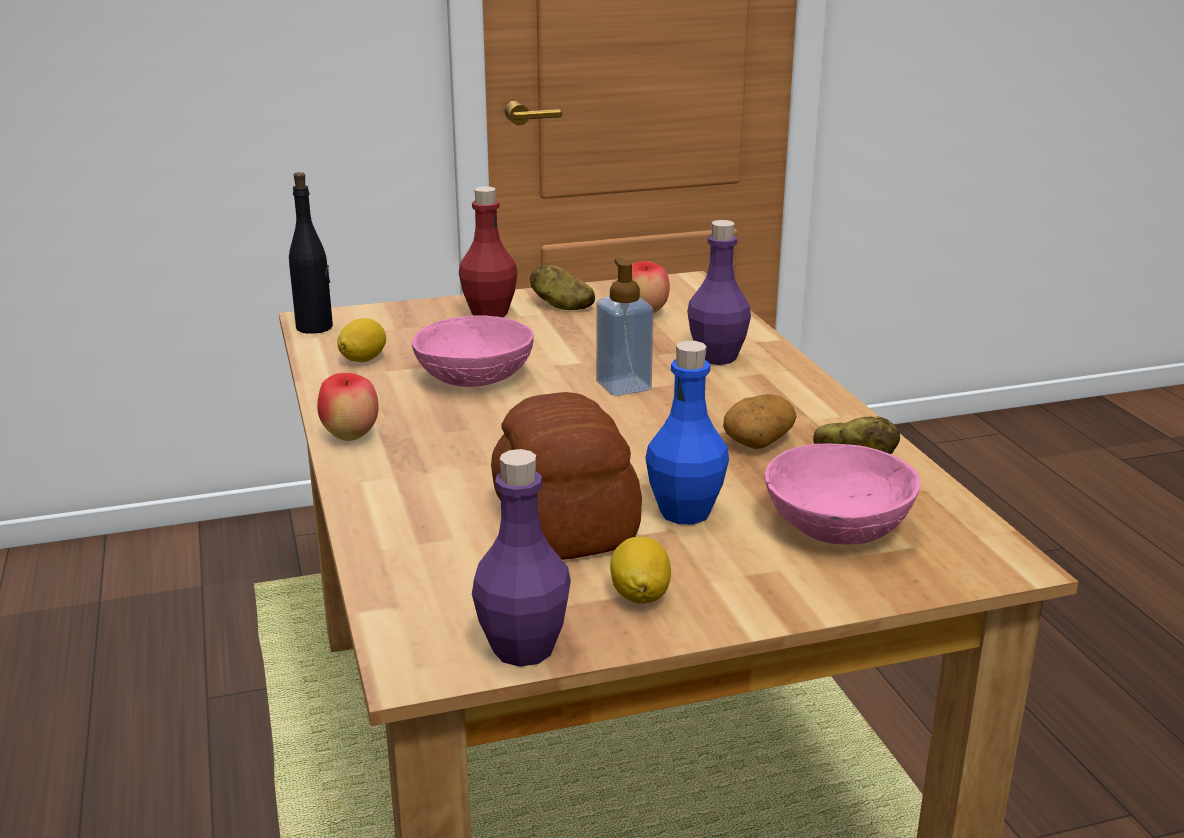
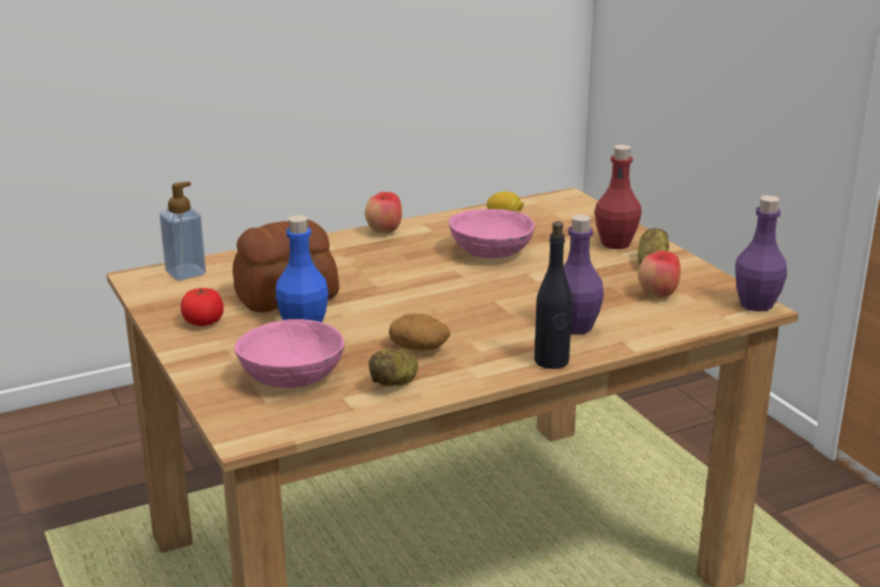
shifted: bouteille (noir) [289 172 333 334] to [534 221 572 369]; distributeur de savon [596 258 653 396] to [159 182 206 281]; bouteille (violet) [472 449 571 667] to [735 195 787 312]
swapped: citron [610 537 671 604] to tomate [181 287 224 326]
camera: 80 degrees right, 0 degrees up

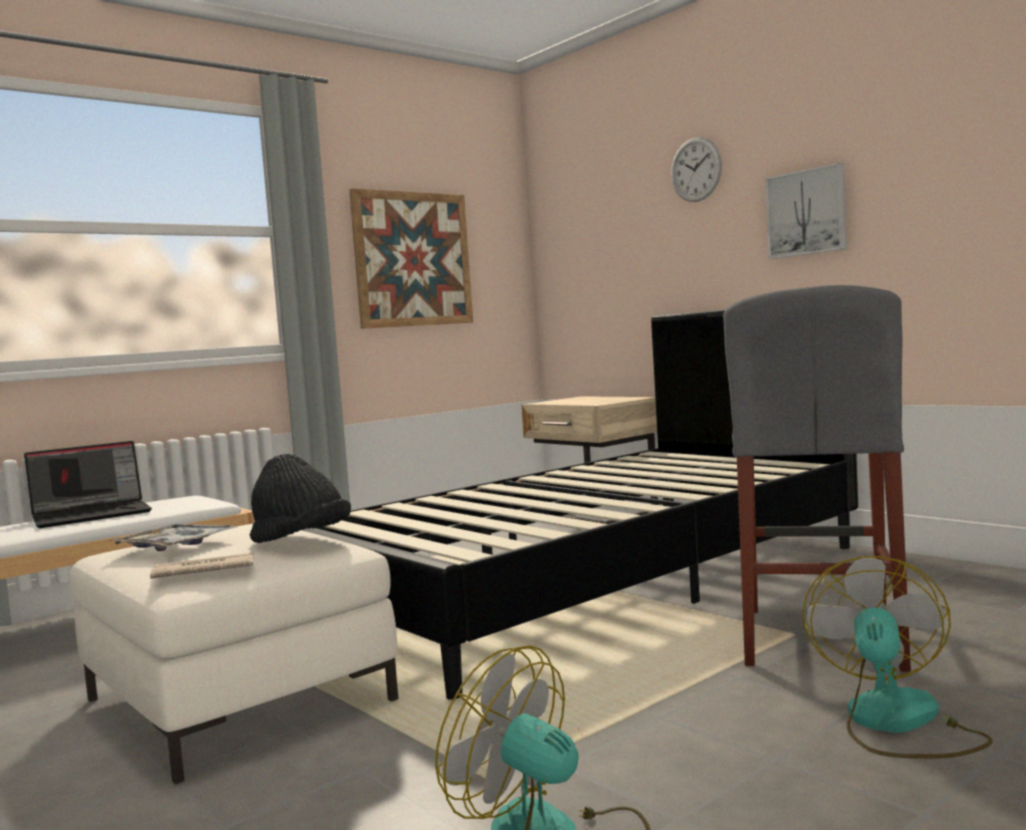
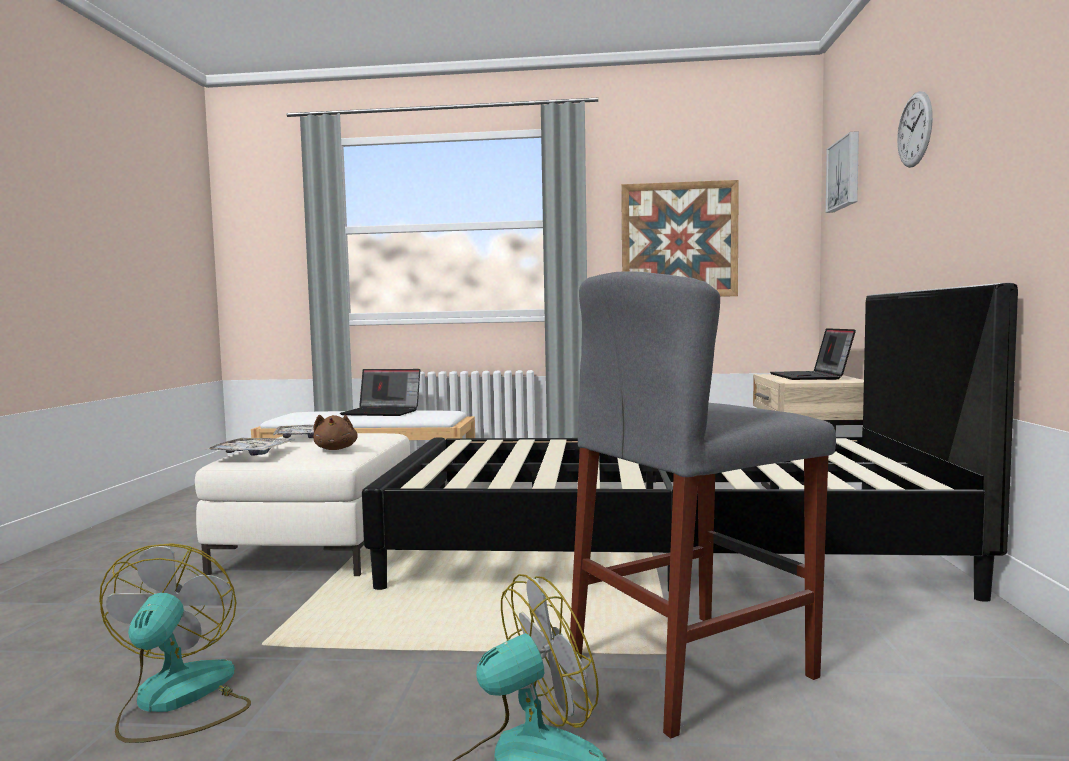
new: ordinateur portable [770 328 856 380]
shifted: tableau [765 163 847 259] to [826 131 859 213]
swapped: chapeau (noir) [250 454 351 543] to peluche (marron) [313 415 358 450]; journal [150 553 254 579] to plateau [205 438 295 455]
camera: 45 degrees right, 0 degrees up

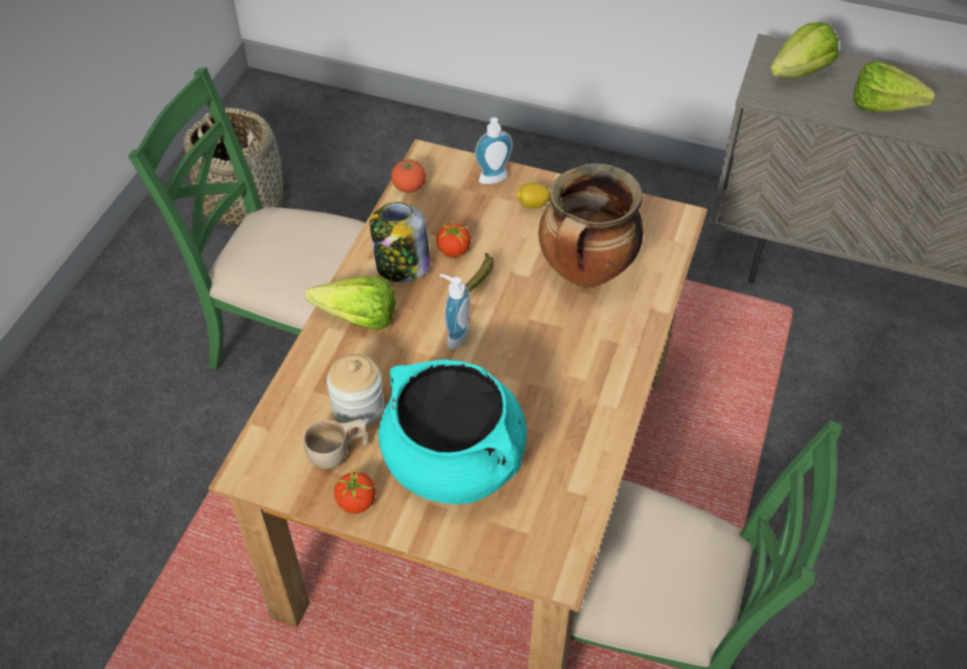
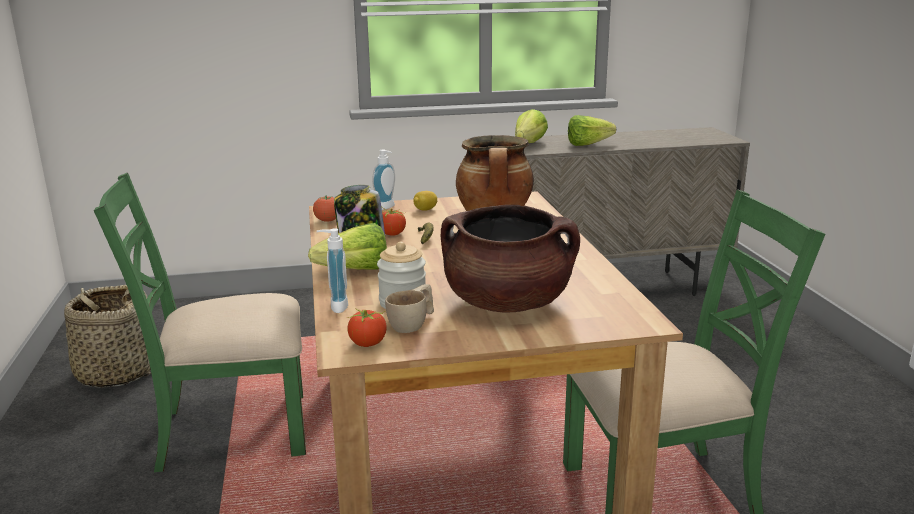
shifted: distributeur de savon [440 274 470 349] to [317 228 348 313]; tomate [334 467 376 514] to [347 308 387 347]
repainted: marmite (turquoise) [378 359 527 504] to marmite (marron) [440 205 580 313]
camera: 30 degrees left, 30 degrees down

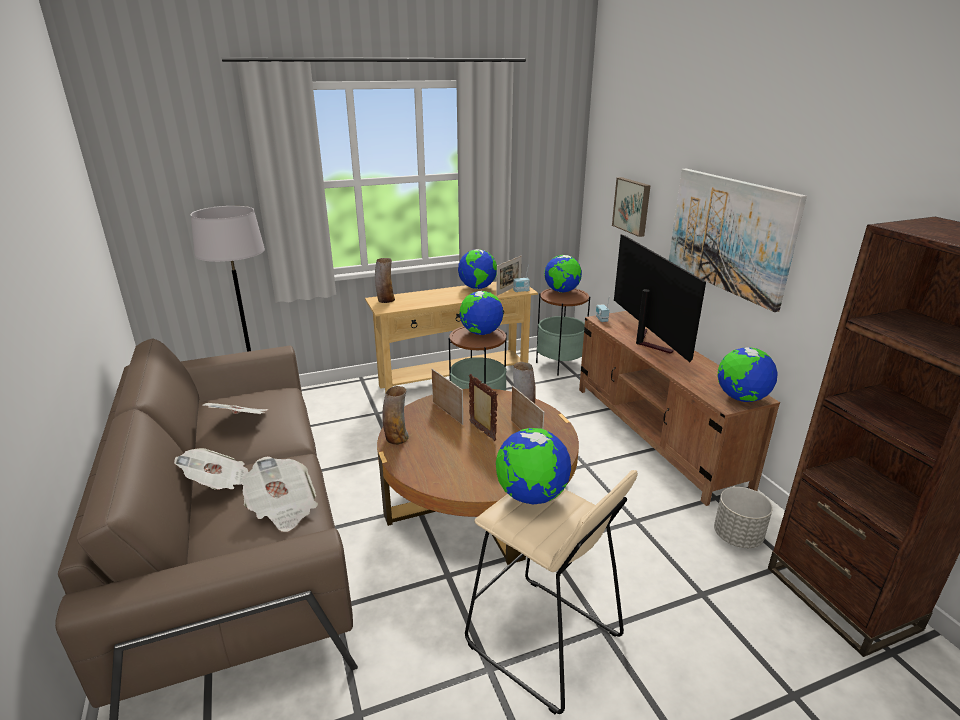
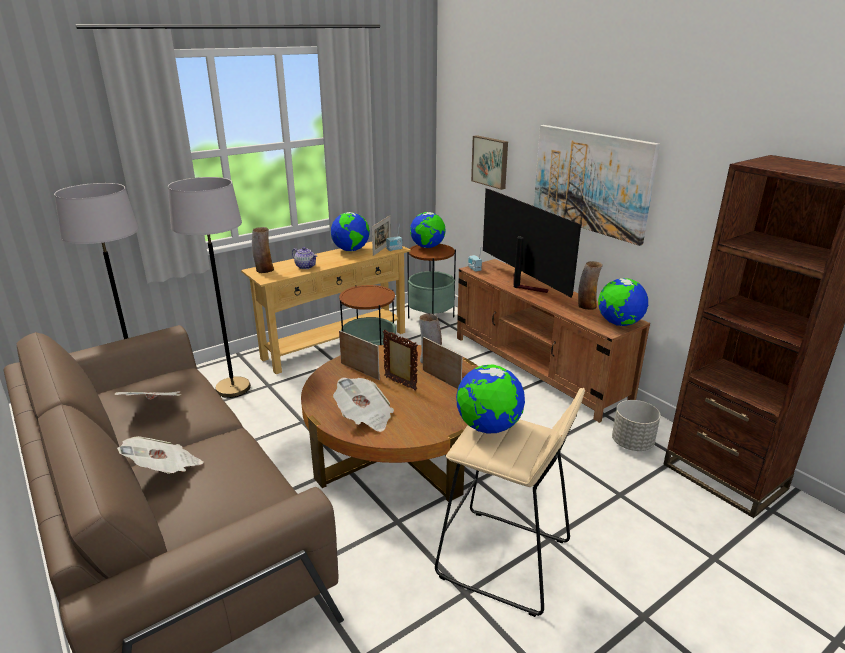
gone: globe [459 291 503 335]
new: lampadaire (gris) [168 177 251 398]; théière [292 247 317 269]
shifted: vase [382 386 409 445] to [578 261 603 310]; journal [242 456 318 532] to [333 378 394 432]
camera: 15 degrees left, 0 degrees up

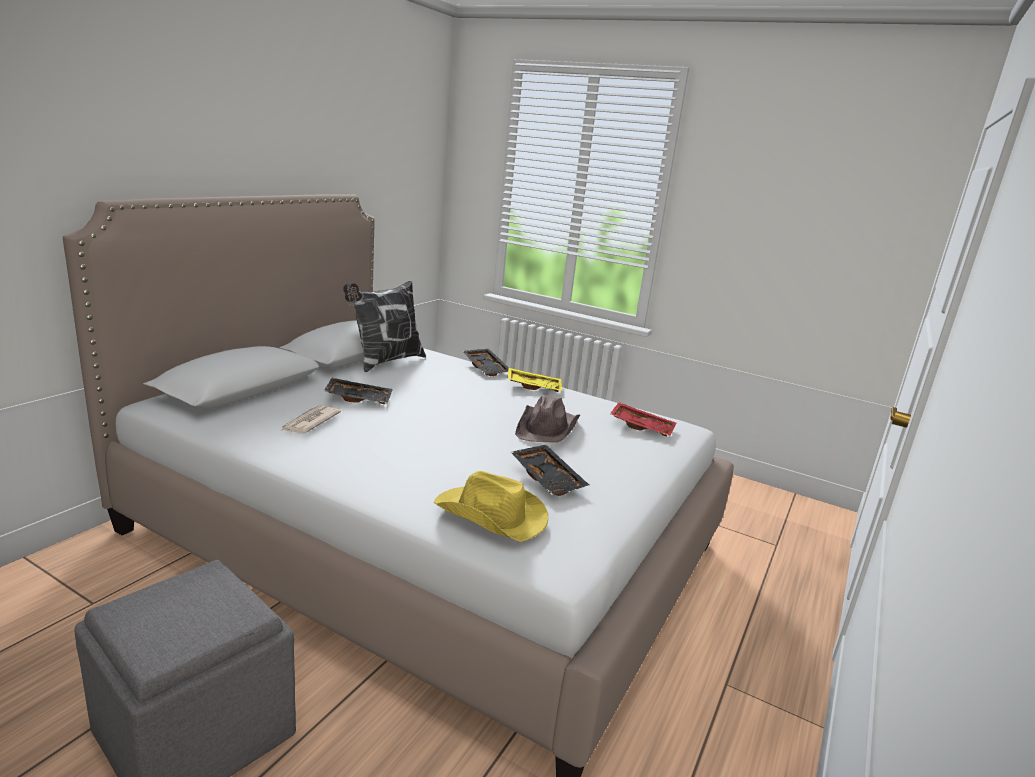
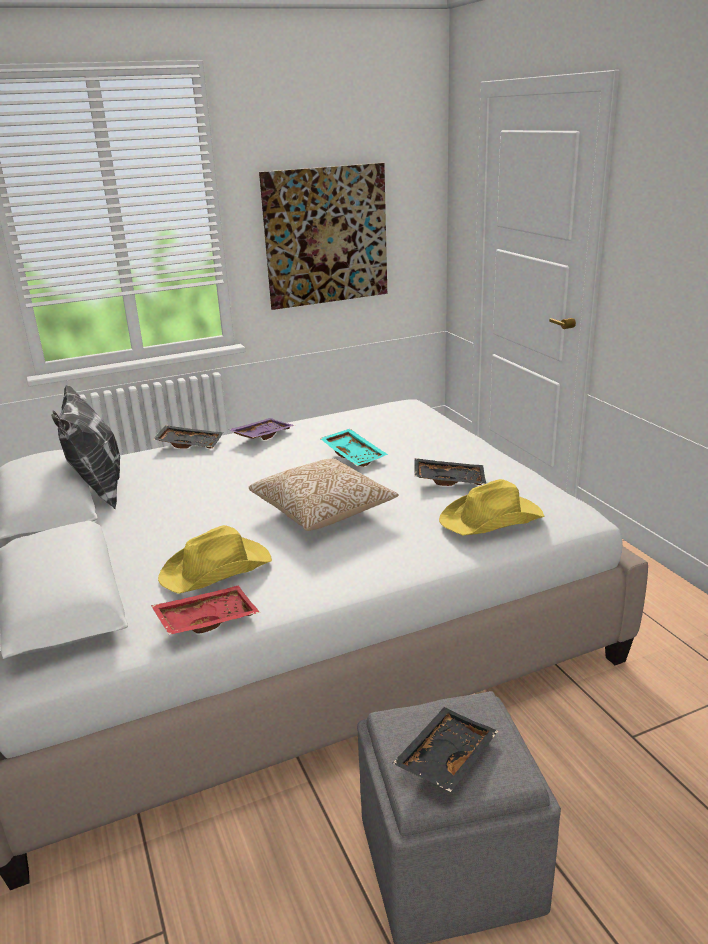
new: tableau [259 163 387 310]; coussin [249 458 399 531]
shifted: plateau (noir) [324 378 393 404] to [393 707 498 792]; plateau (rouge) [610 402 676 436] to [151 585 260 635]
swapped: chapeau (marron) [515 395 581 443] to plateau (turquoise) [320 429 388 467]; journal [280 406 341 434] to chapeau (jaune) [158 525 272 594]
repainted: plateau (jaune) [507 368 562 392] to plateau (violet) [228 418 295 440]
camera: 50 degrees left, 5 degrees up

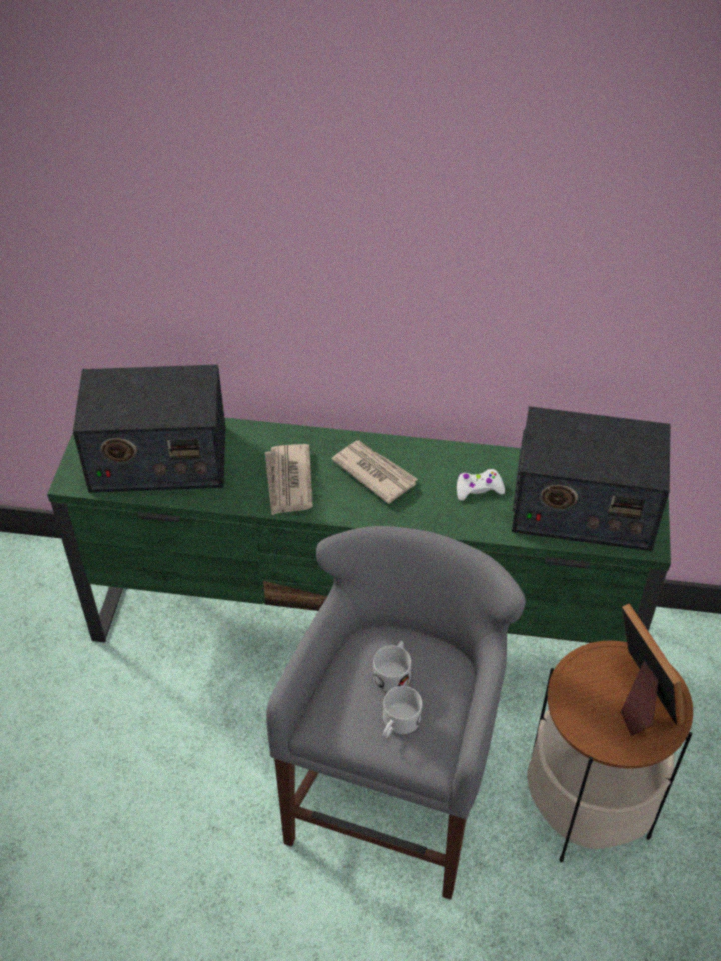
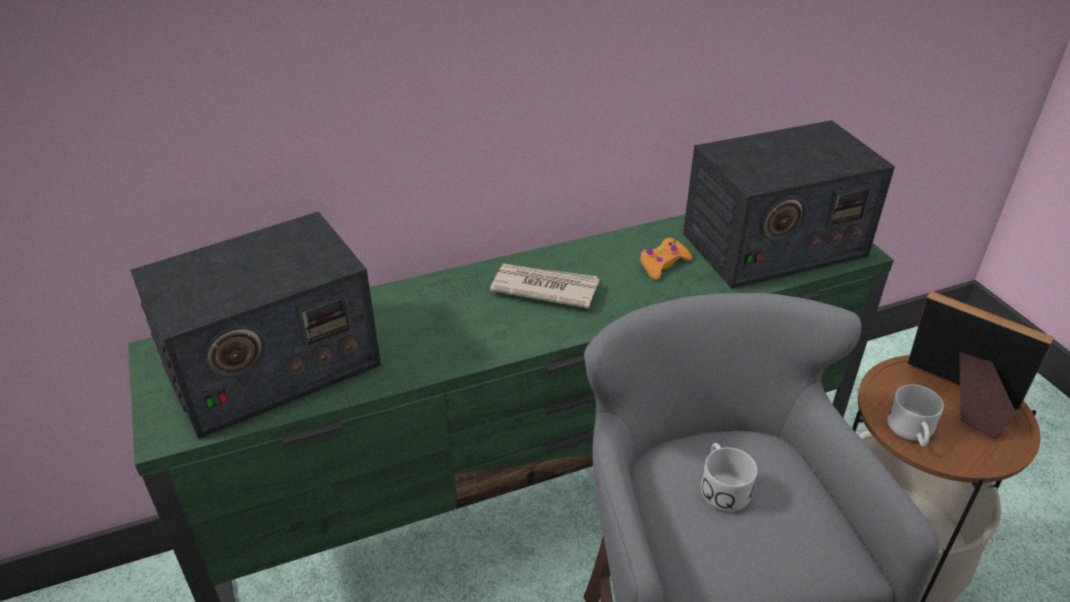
gone: journal [265 444 313 515]
shifted: mug (blanc) [383 686 422 738] to [887 384 944 447]
repainted: manette (blanc) [457 469 505 501] to manette (orange) [639 238 692 280]
camera: 30 degrees left, 10 degrees down

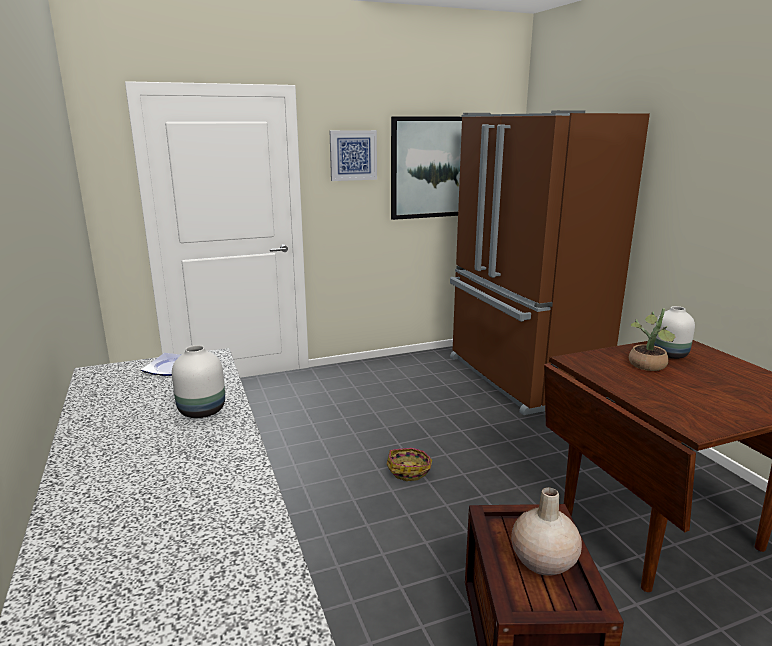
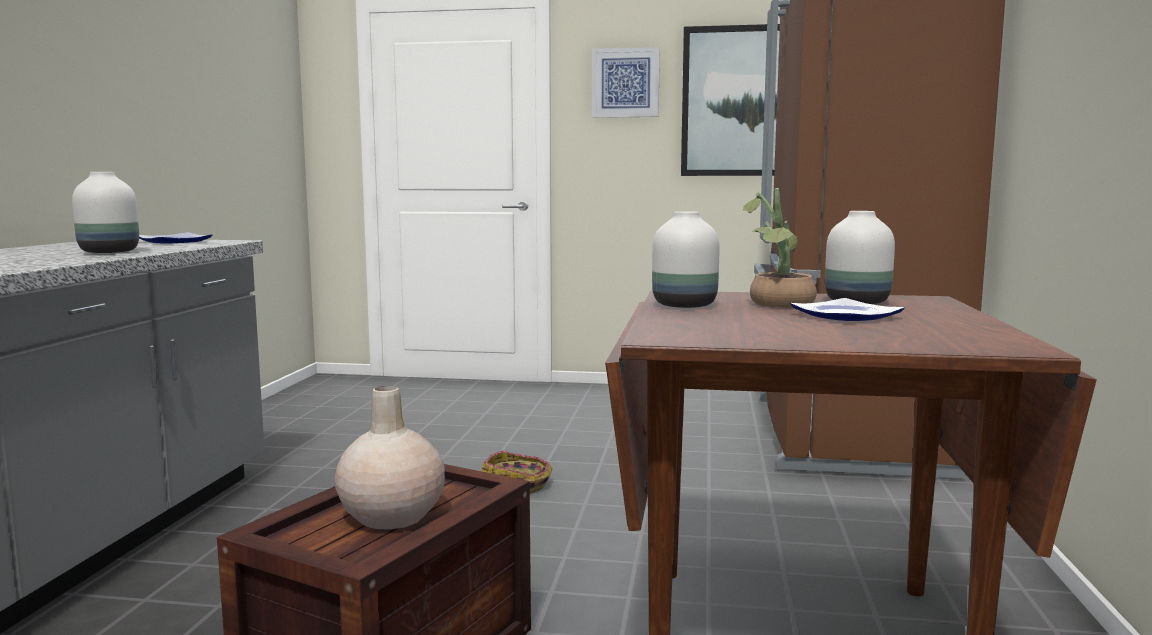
new: vase (blanc) [652 211 719 308]; assiette [790 298 904 321]
camera: 30 degrees right, 10 degrees down

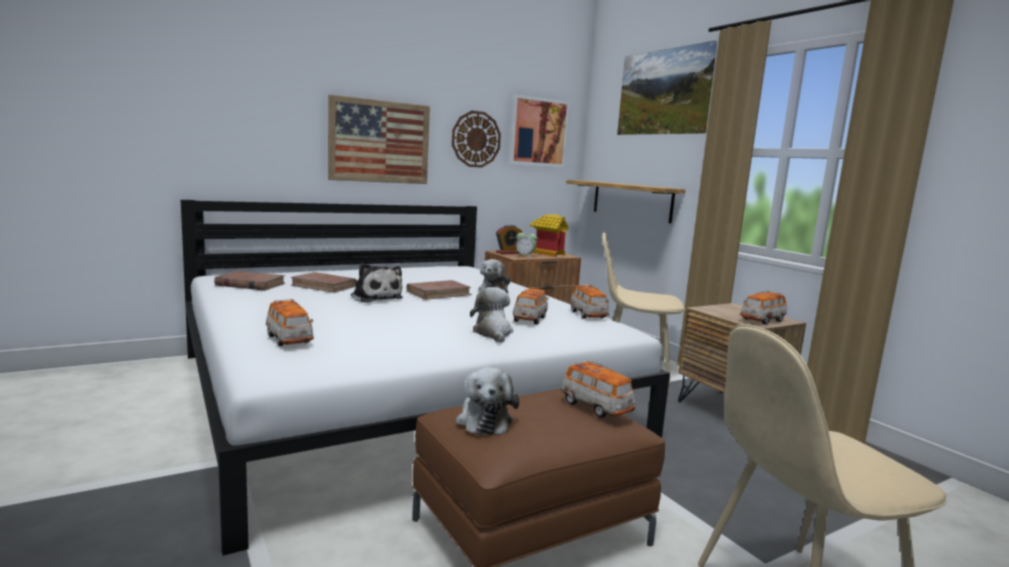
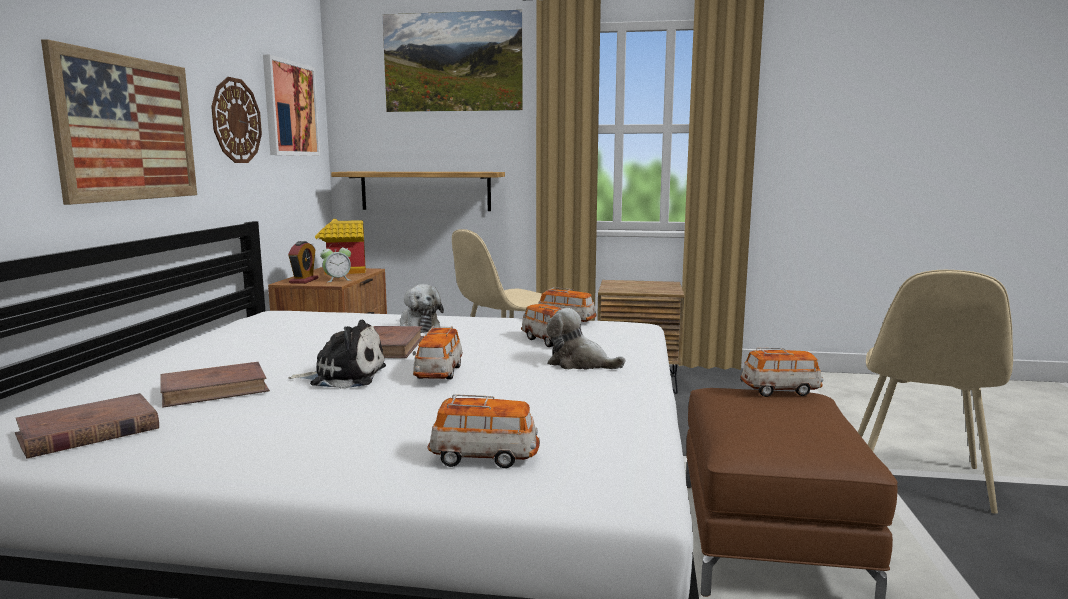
gone: peluche [456 367 519 435]
shifted: petite voiture [740 291 787 324] to [413 326 463 380]
camera: 50 degrees left, 0 degrees up

